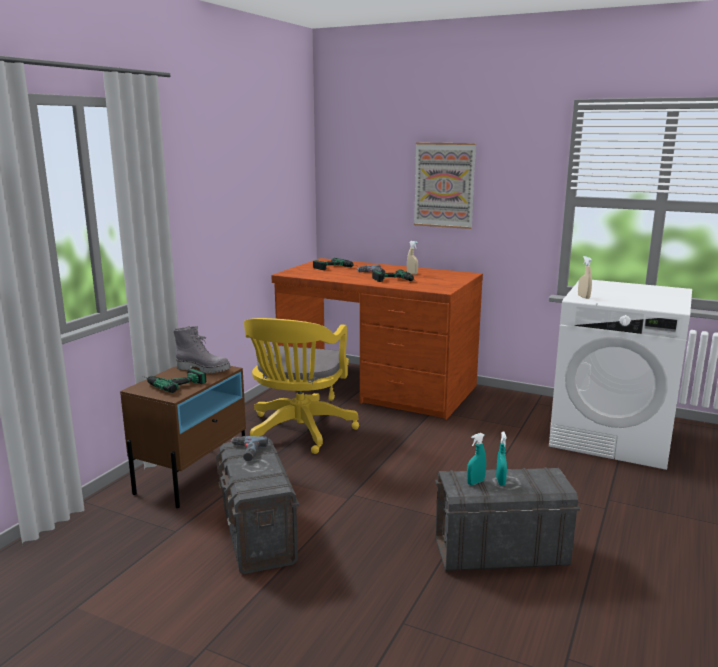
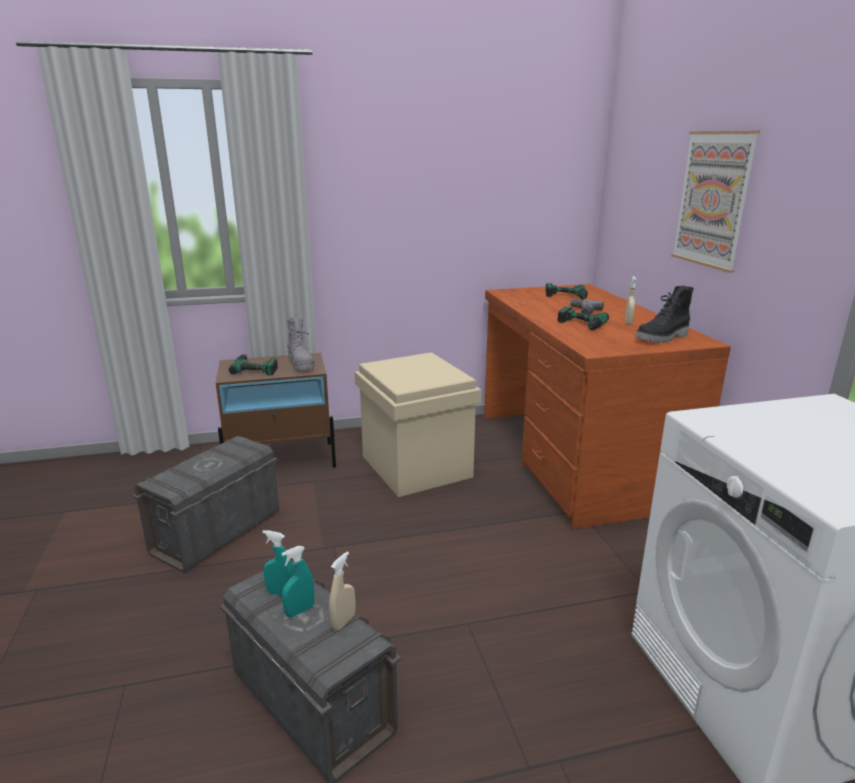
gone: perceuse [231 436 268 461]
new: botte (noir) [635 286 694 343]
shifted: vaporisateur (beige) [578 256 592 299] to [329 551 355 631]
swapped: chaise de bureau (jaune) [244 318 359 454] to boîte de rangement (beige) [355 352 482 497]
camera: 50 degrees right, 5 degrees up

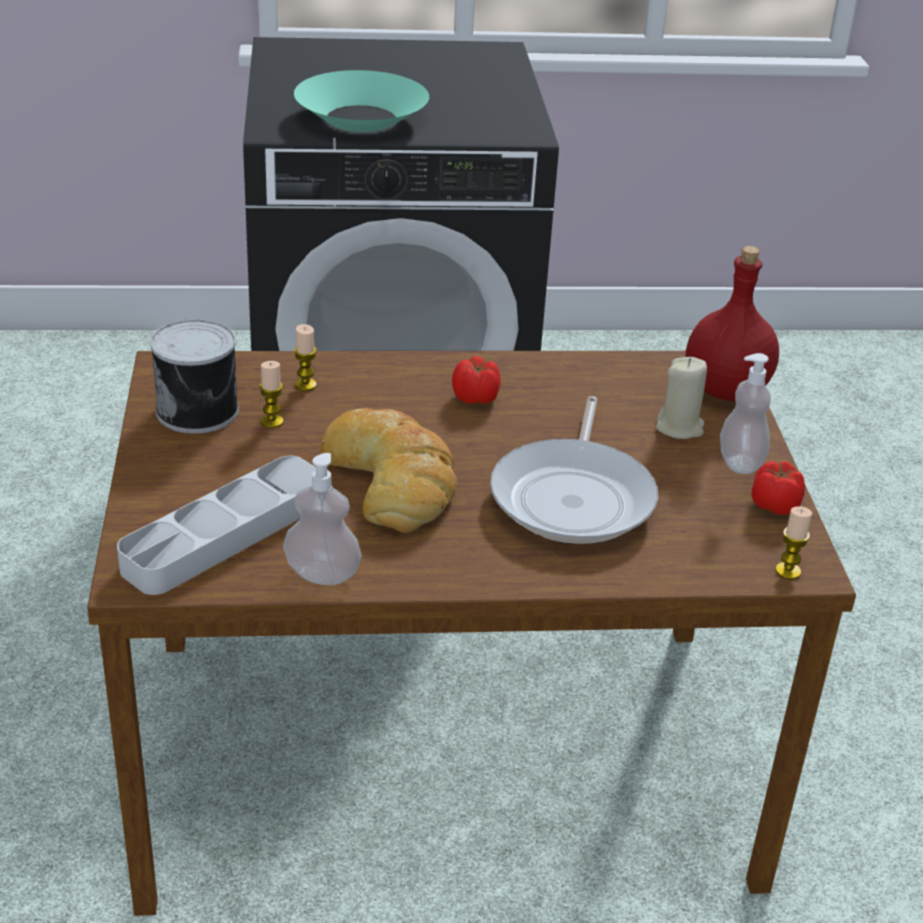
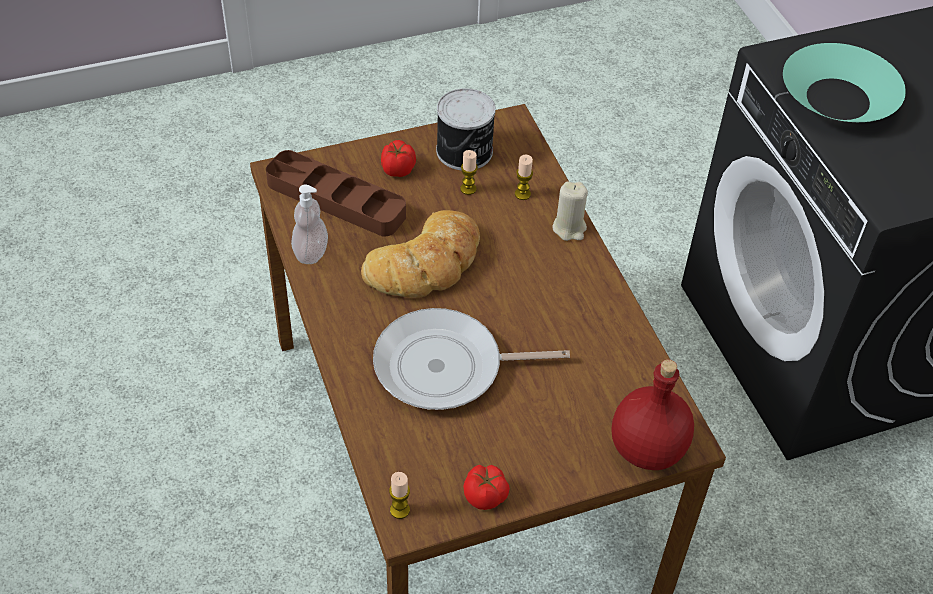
gone: distributeur de savon [720 353 771 474]
shifted: tomate [452 356 501 404] to [381 140 416 177]; bougie (beige) [656 357 707 439] to [552 181 588 241]
repainted: plateau (gris) [117 456 316 595] to plateau (marron) [266 150 406 236]
camera: 75 degrees right, 15 degrees up

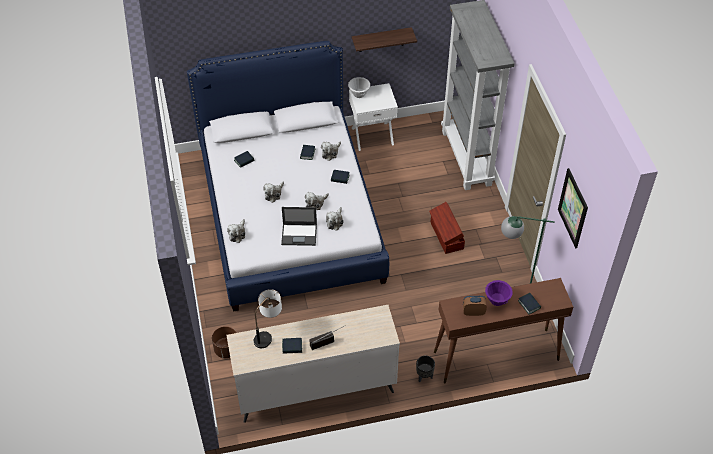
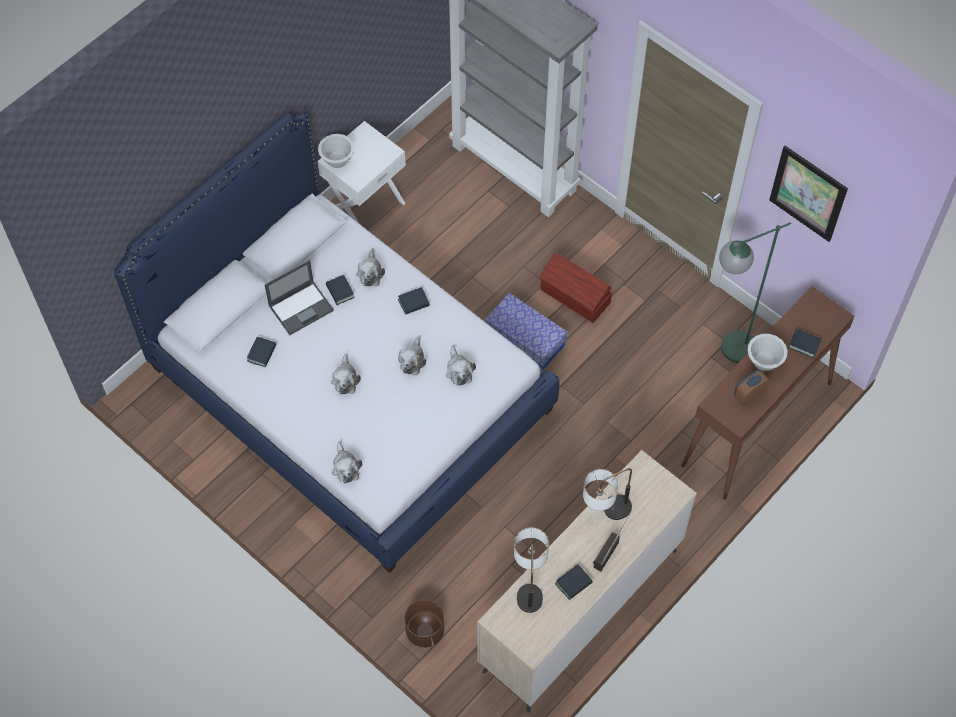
gone: étagère [352 27 417 52]; cache-pot (noir) [416 356 435 382]
new: boîte de rangement [485 293 568 369]; lampe de table [583 468 632 520]
shifted: ordinateur portable [281 207 317 246] to [265 260 334 335]
repainted: bol (violet) [485 280 512 306] to bol (blanc) [747 334 788 371]
camera: 35 degrees left, 10 degrees up

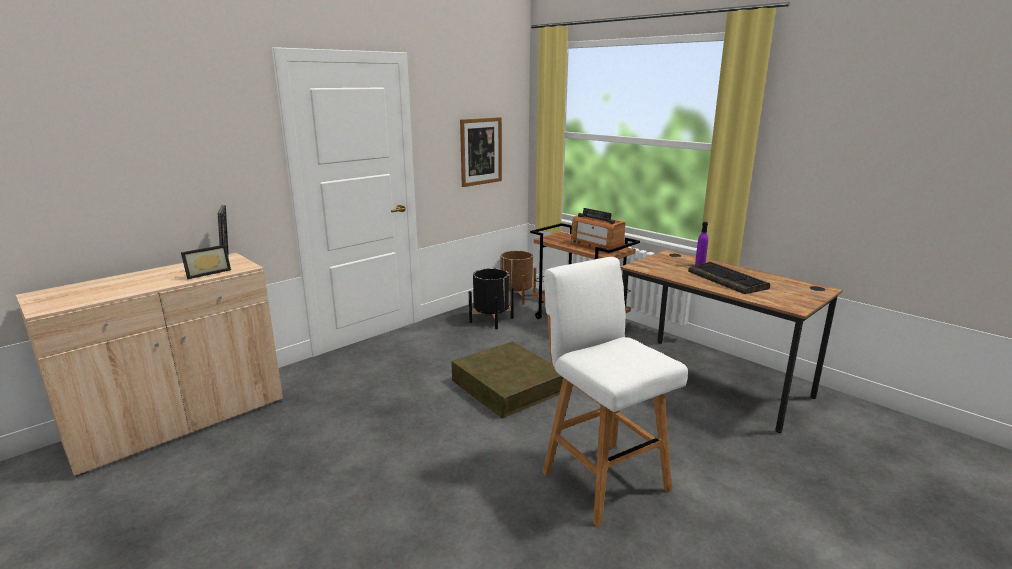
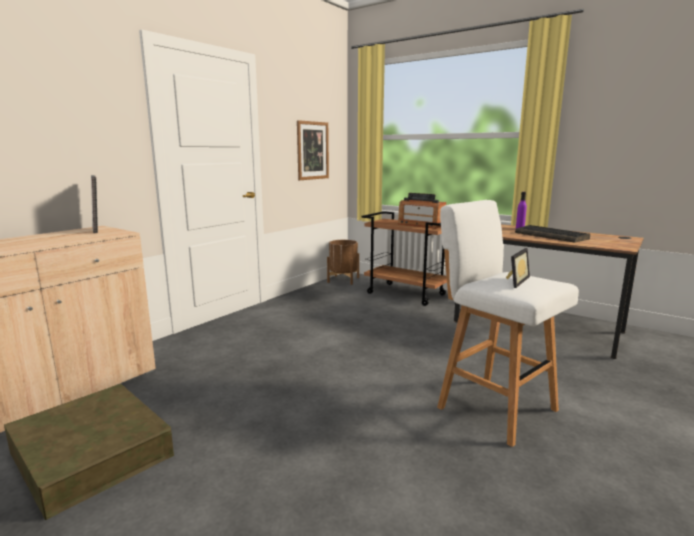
gone: cache-pot (noir) [469 268 514 329]
shifted: cadre photo [181 245 231 279] to [506 248 530 288]; boîte de rangement (marron) [451 342 563 418] to [4 384 174 520]
camera: 10 degrees left, 5 degrees down

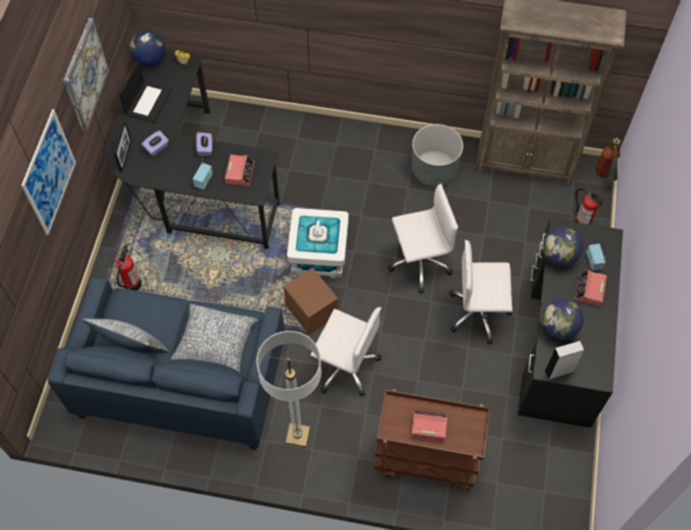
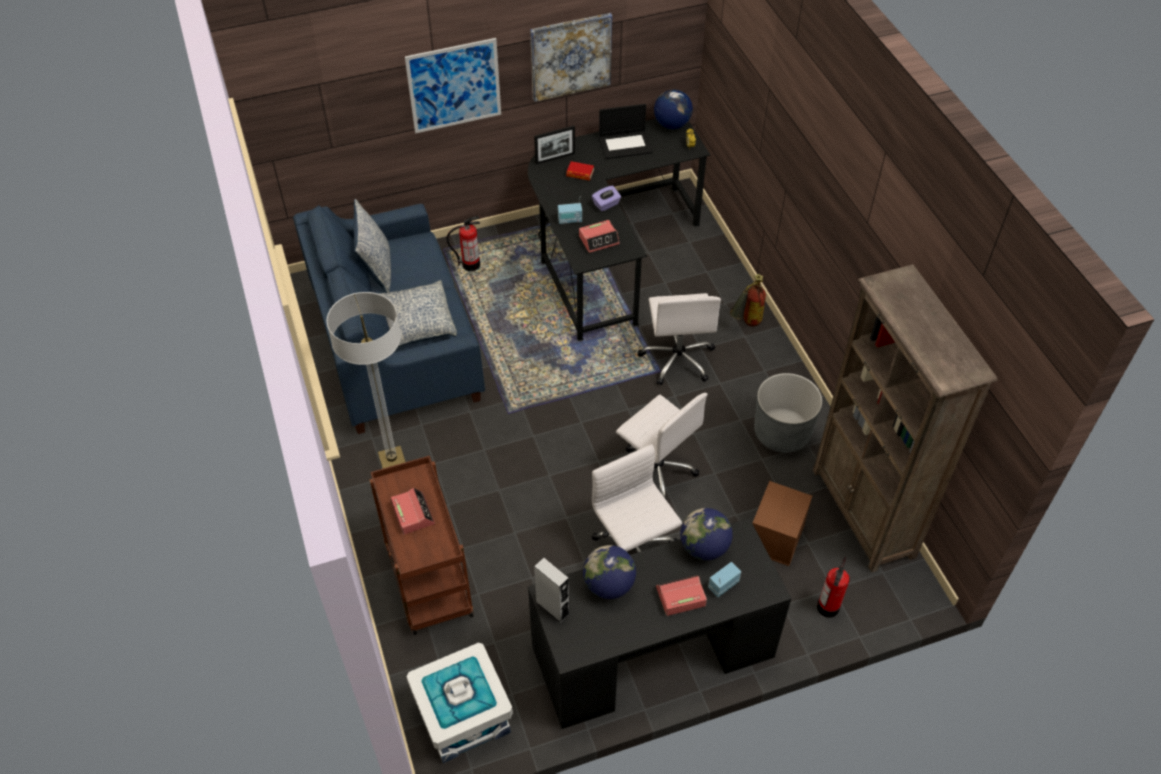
shifted: extincteur [596 138 621 181] to [730 274 766 326]; boîte de rangement (blanc) [287 208 349 279] to [406 643 513 763]; boîte de rangement (marron) [283 267 338 336] to [752 481 812 566]; chaise de bureau (blanc) [311 307 382 397] to [637 293 721 385]
swapped: boîte à mouchoirs (violet) [142 131 169 156] to livre [566 161 594 181]
camera: 60 degrees right, 10 degrees down

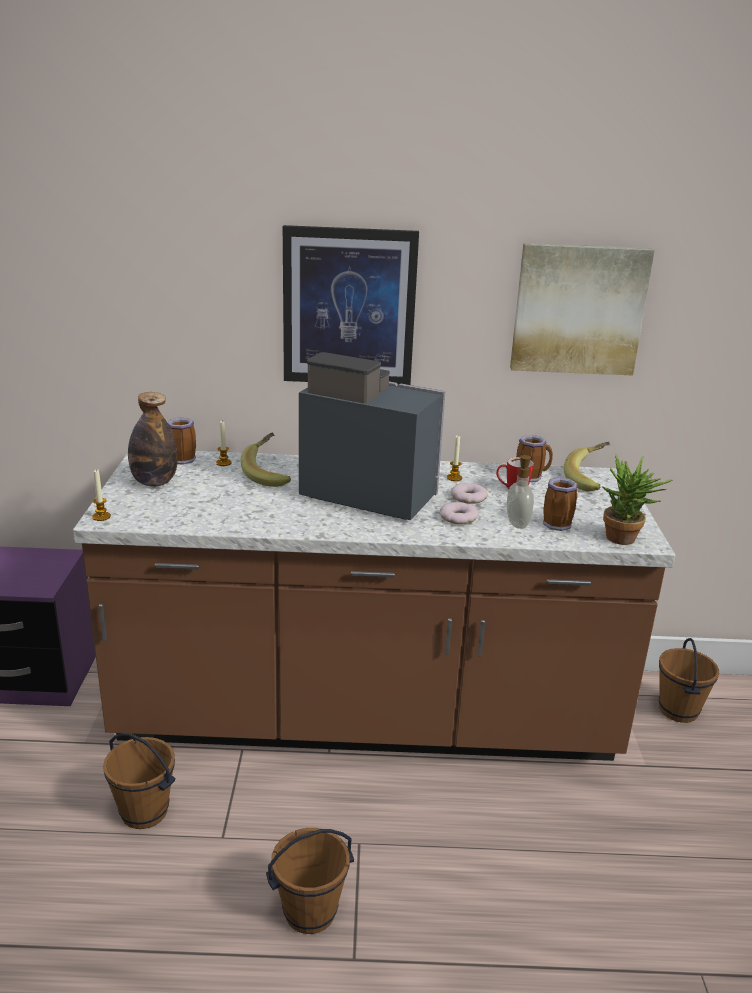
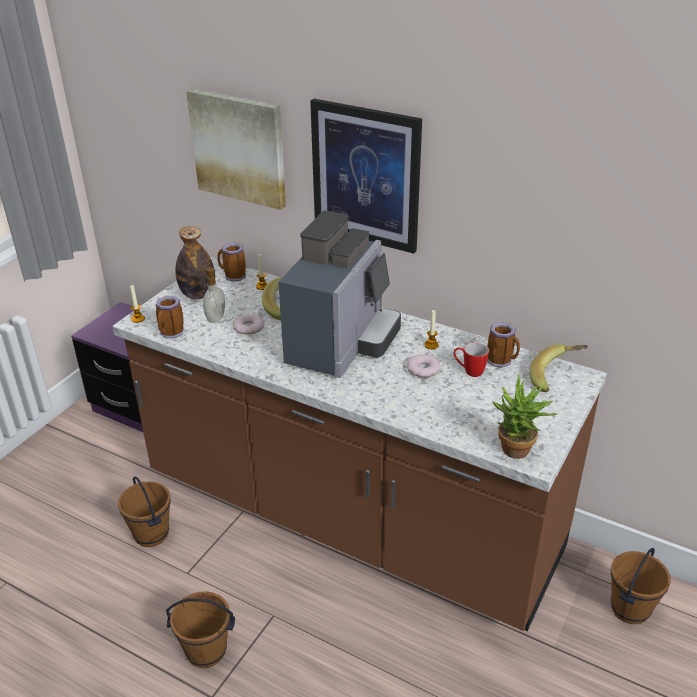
shifted: tableau [510 243 655 376] to [186 88 286 210]; distributeur de savon [507 455 534 529] to [200 267 225 323]; mug [543 477 578 531] to [155 296 184 338]; beignet [440 502 479 524] to [233 314 264 335]
rotated: machine à café [299 352 446 520] = [278 211 401 378] 60 degrees clockwise
camera: 30 degrees right, 10 degrees up

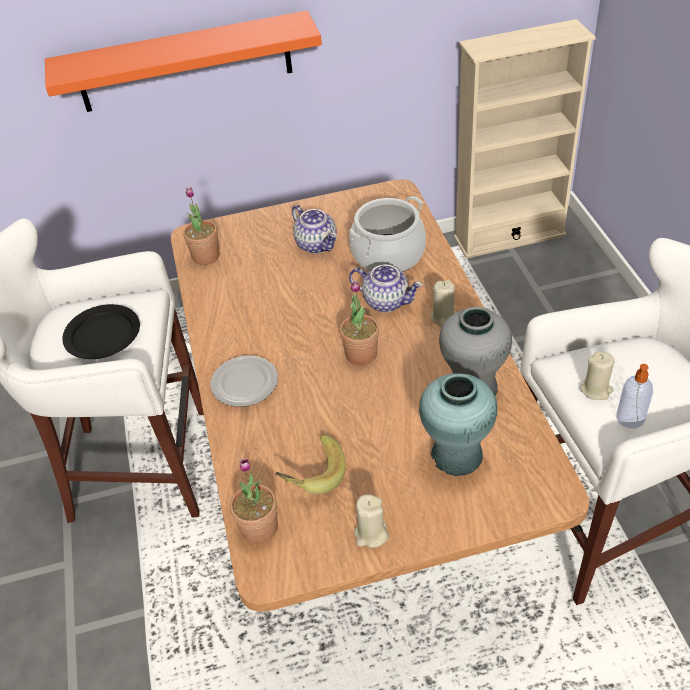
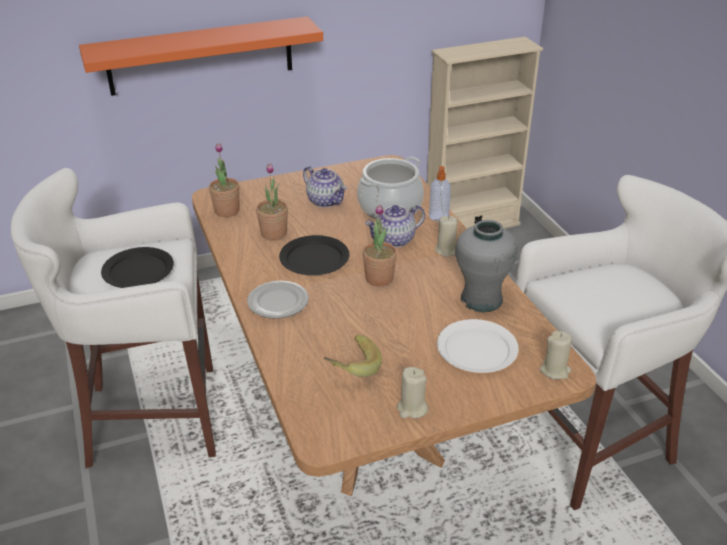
new: assiette (noir) [279 235 349 275]
shifted: bougie (beige) [580 352 615 400] to [540 331 572 379]; distributeur de savon [616 364 653 429] to [429 166 451 222]; plante en pot [230 458 278 544] to [256 164 288 241]
swapped: vase (turquoise) [419 373 497 476] to assiette (blanc) [437 319 519 373]
rotated: théière [349 264 423 312] = [365 205 425 247] 135 degrees clockwise
camera: 10 degrees left, 10 degrees down

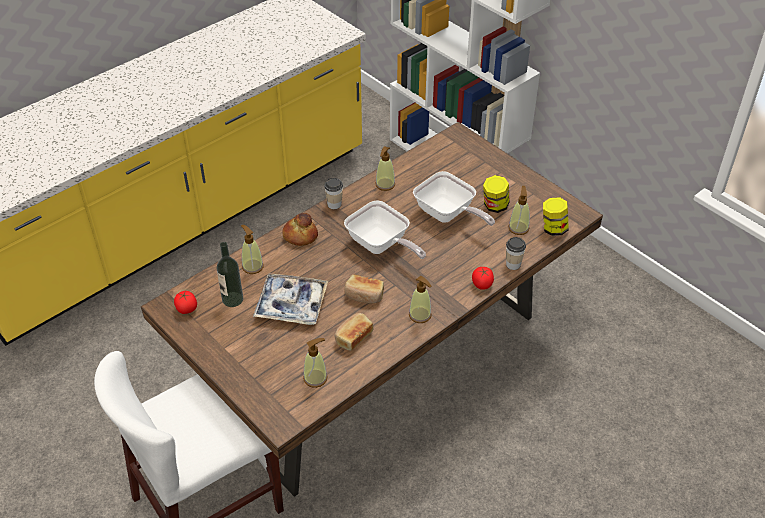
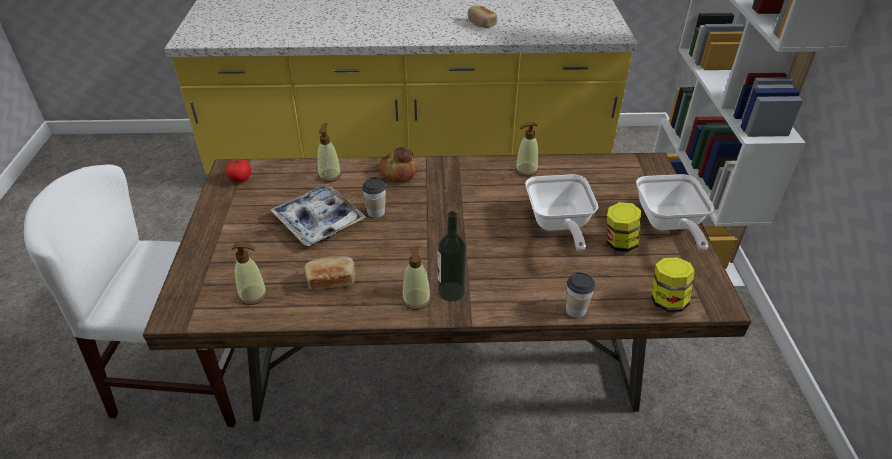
gone: distributeur de savon [508 186 530 235]; tomate [472 267 494 290]
shifted: tasse [324 178 343 209] to [362 177 386 218]; poêle [344 200 426 259] to [636 174 714 252]; bouteille [216 242 243 307] to [437 211 467 302]; pain [345 275 384 303] to [468 5 497 28]
camera: 40 degrees right, 5 degrees down

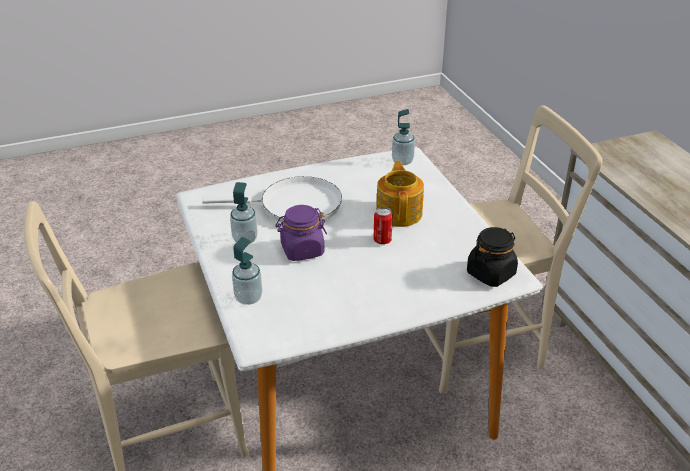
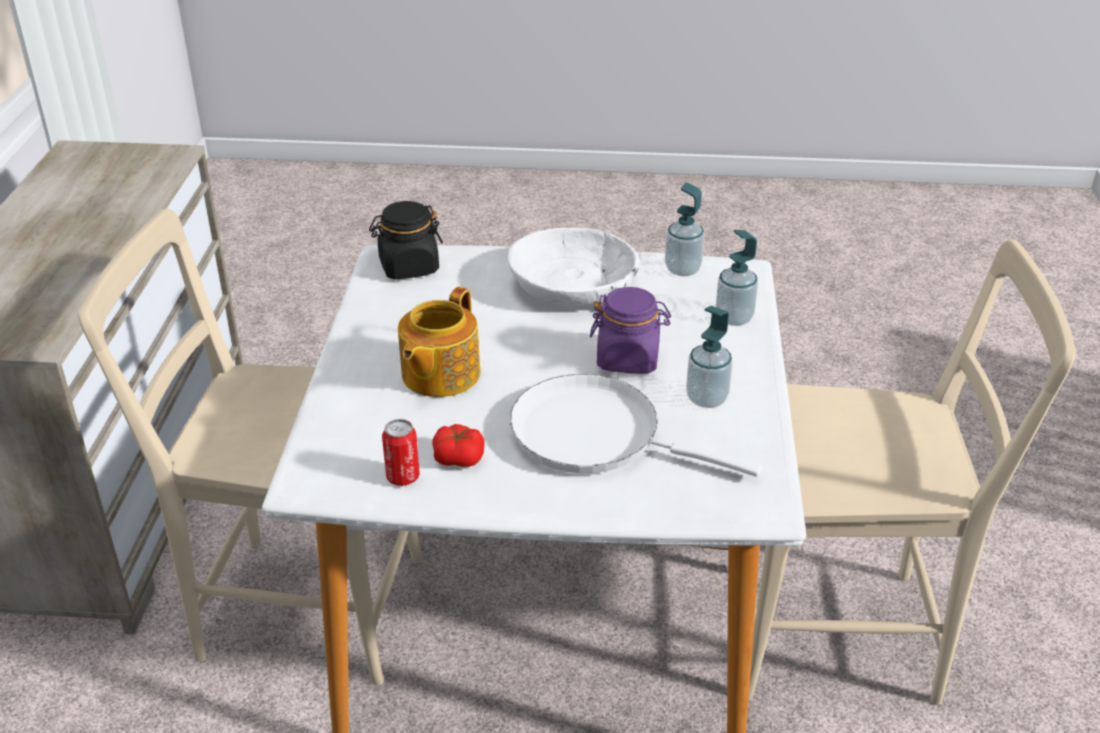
new: bol (blanc) [508 228 639 306]; tomate [432 424 485 467]
shifted: distributeur de savon [392 109 415 165] to [665 182 704 276]; boîte métallique [373 207 393 244] to [382 419 420 486]
camera: 155 degrees left, 0 degrees up

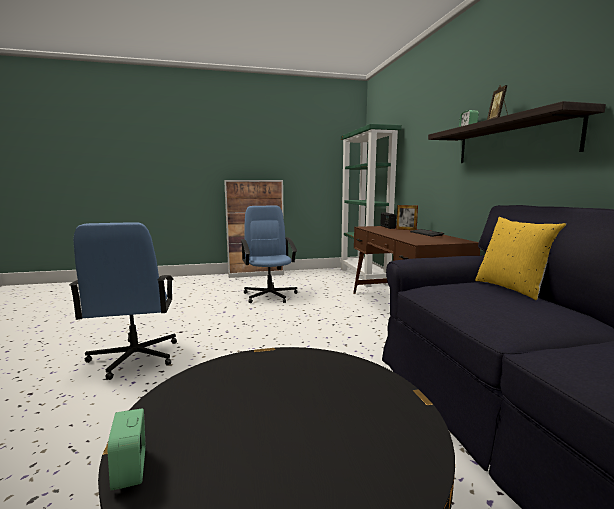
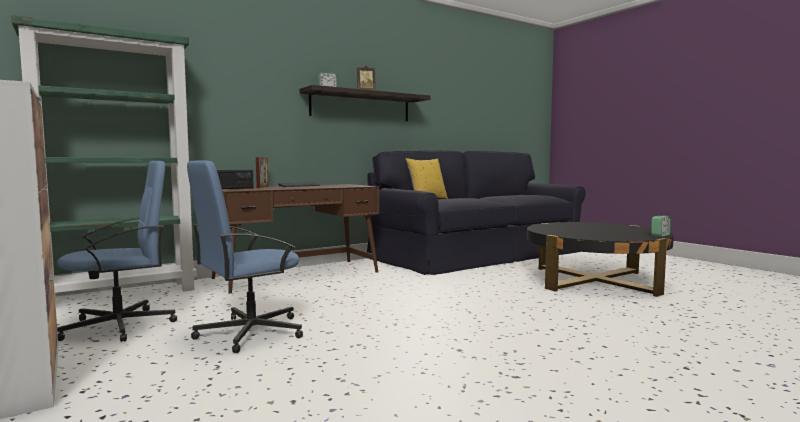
shifted: chaise de bureau (bleu) [69 222 177 380] to [57 161 177 342]
camera: 110 degrees left, 5 degrees down

